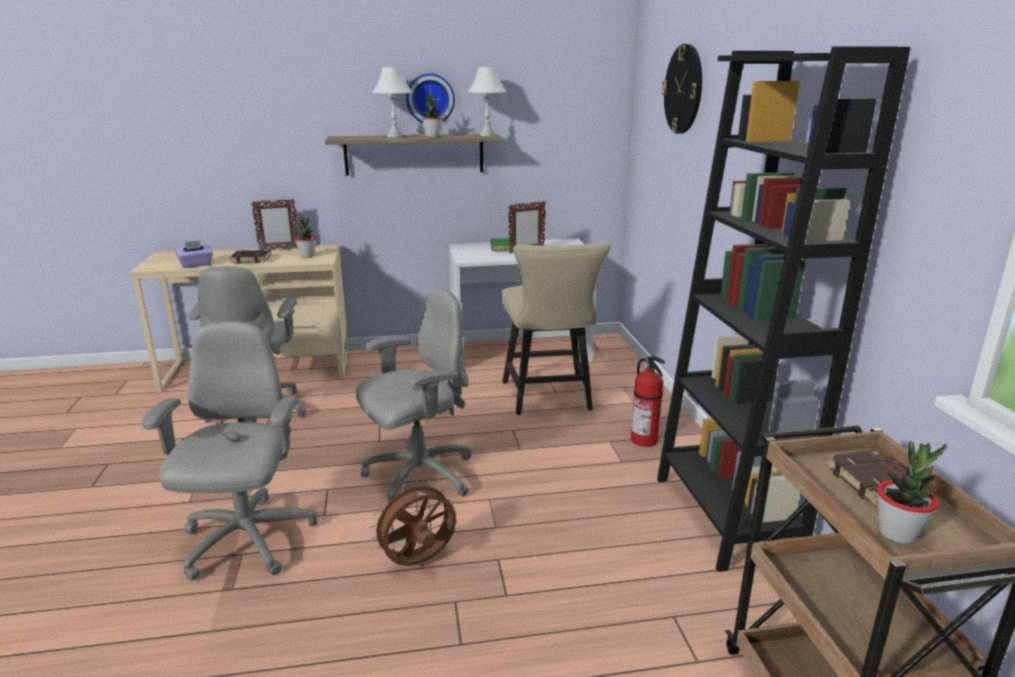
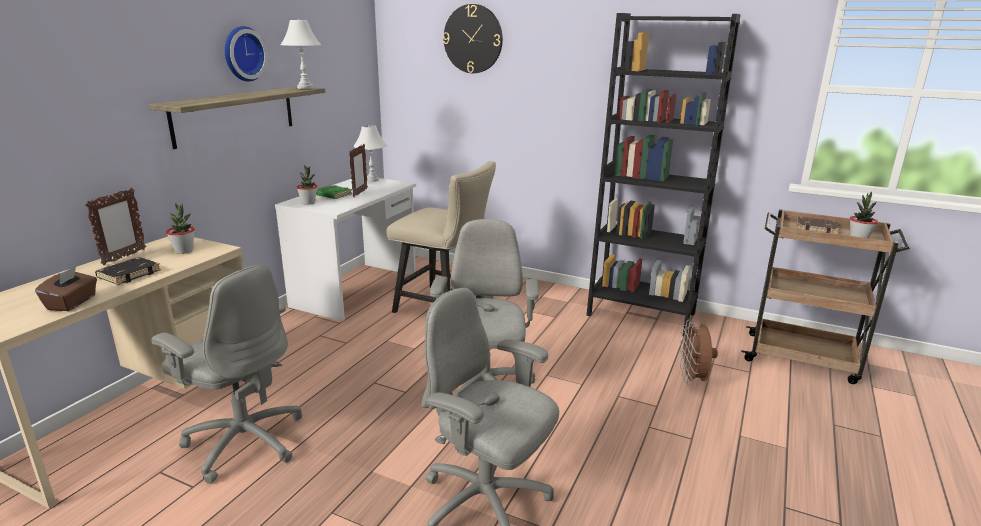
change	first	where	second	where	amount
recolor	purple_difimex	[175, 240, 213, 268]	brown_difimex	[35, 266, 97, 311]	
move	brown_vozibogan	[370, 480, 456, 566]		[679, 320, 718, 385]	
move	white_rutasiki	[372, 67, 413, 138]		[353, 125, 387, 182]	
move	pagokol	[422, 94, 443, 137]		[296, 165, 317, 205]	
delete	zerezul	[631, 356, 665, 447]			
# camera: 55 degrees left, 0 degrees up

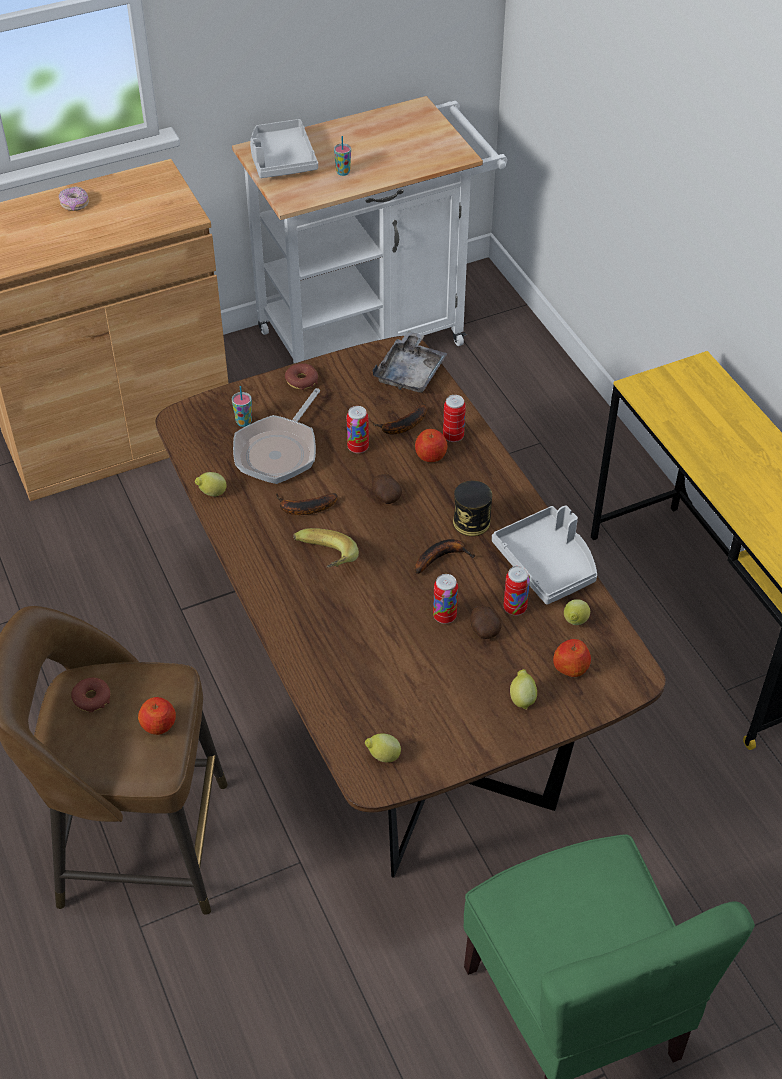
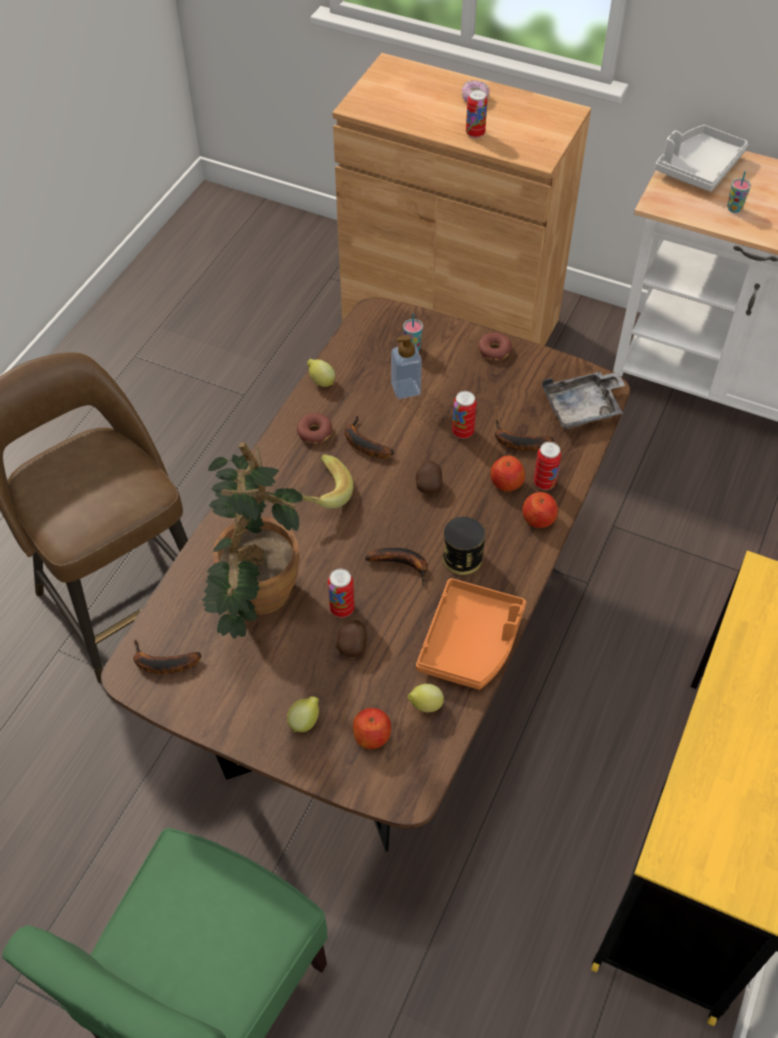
change	first	where	second	where	amount
move	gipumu	[71, 678, 110, 713]		[297, 413, 333, 445]	
move	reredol	[138, 697, 176, 735]		[522, 492, 558, 528]	
replace	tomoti	[233, 388, 320, 484]	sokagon	[391, 335, 422, 399]	
replace	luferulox	[365, 734, 401, 762]	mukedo	[134, 639, 201, 674]	
recolor	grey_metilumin	[492, 505, 597, 605]	orange_metilumin	[416, 578, 526, 690]	
move	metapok	[503, 566, 530, 616]		[466, 90, 488, 138]	
insert			pagokol	[202, 442, 302, 639]	
# camera: 50 degrees right, 5 degrees up

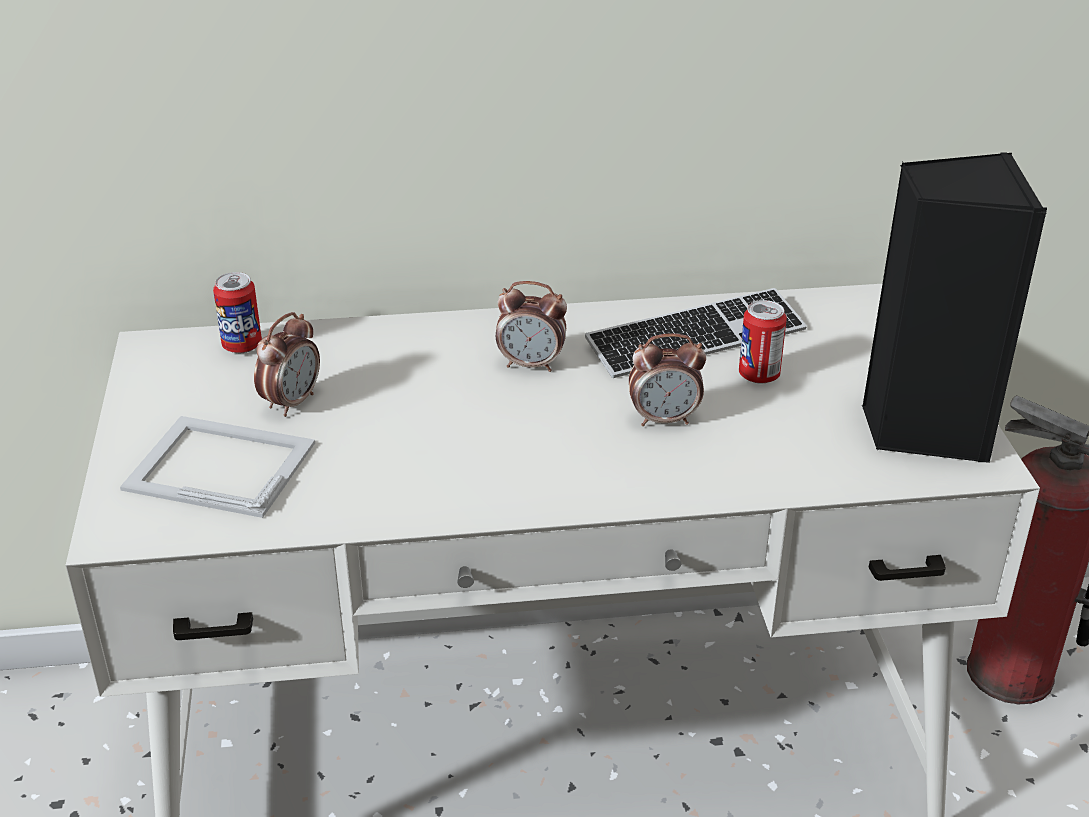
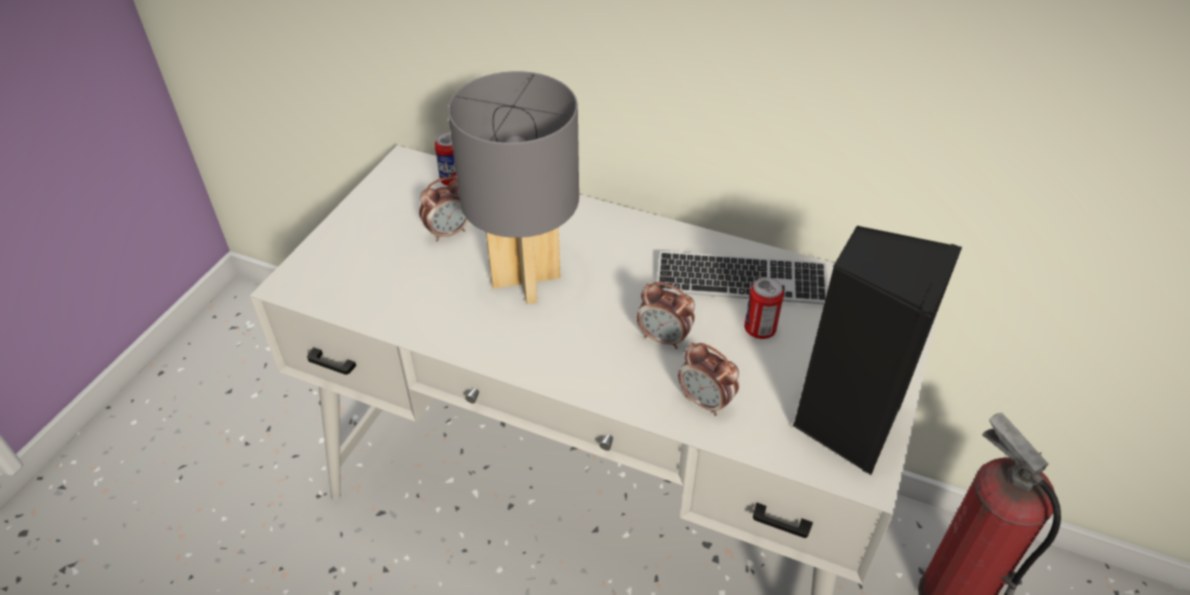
change	first	where	second	where	amount
delete	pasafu	[120, 416, 315, 518]			
move	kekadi	[496, 281, 567, 372]		[678, 343, 739, 416]	
insert			grey_rutasiki	[448, 71, 579, 304]	
# camera: 30 degrees right, 10 degrees up

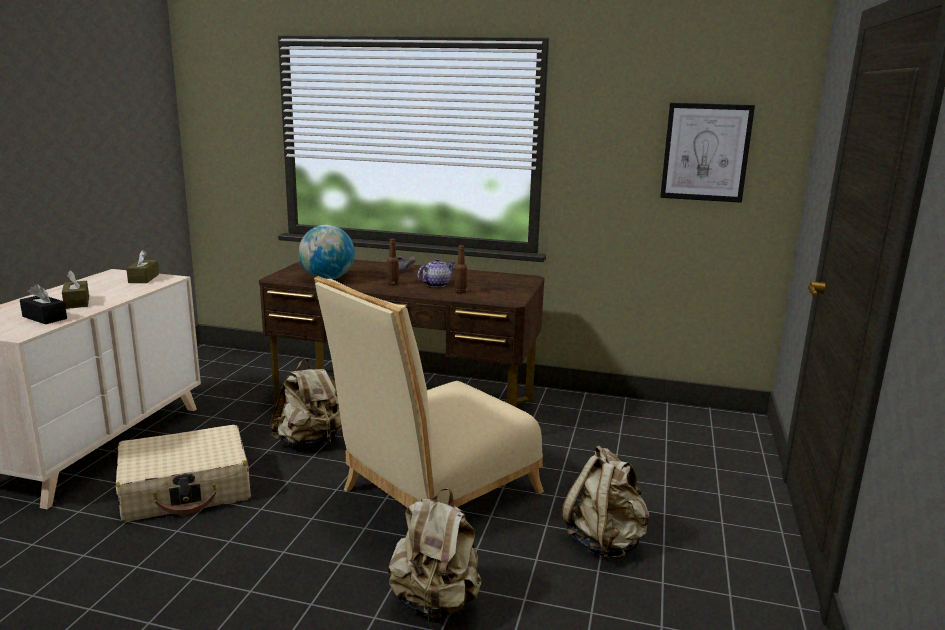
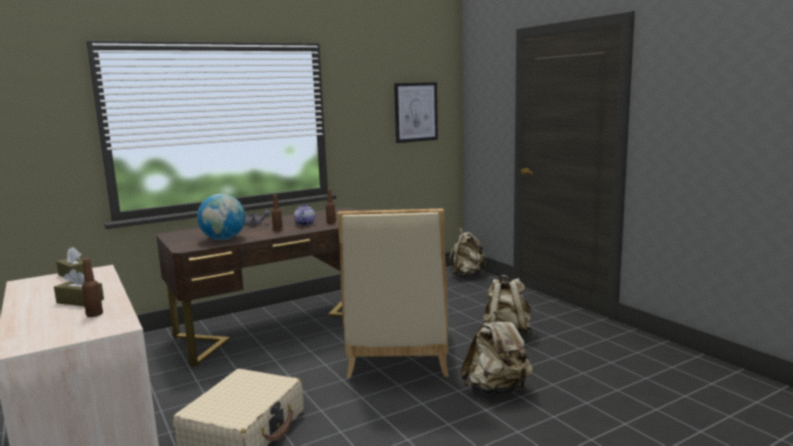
change	first	where	second	where	amount
replace	black_difimex	[20, 284, 67, 324]	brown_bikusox	[82, 258, 103, 317]	
move	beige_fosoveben	[270, 359, 342, 447]		[450, 228, 486, 277]	
# camera: 45 degrees left, 5 degrees down

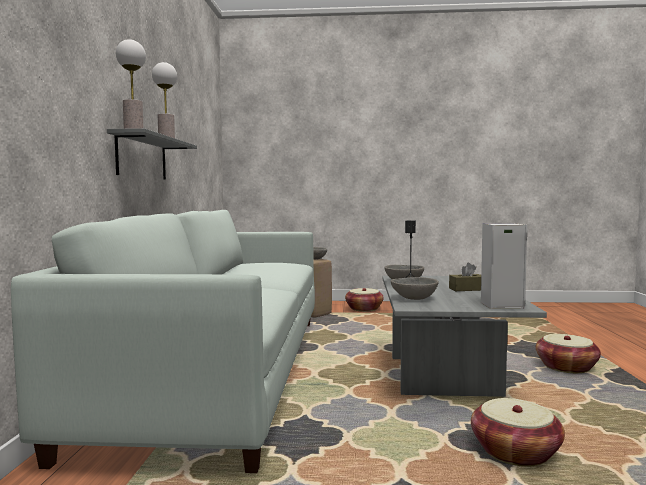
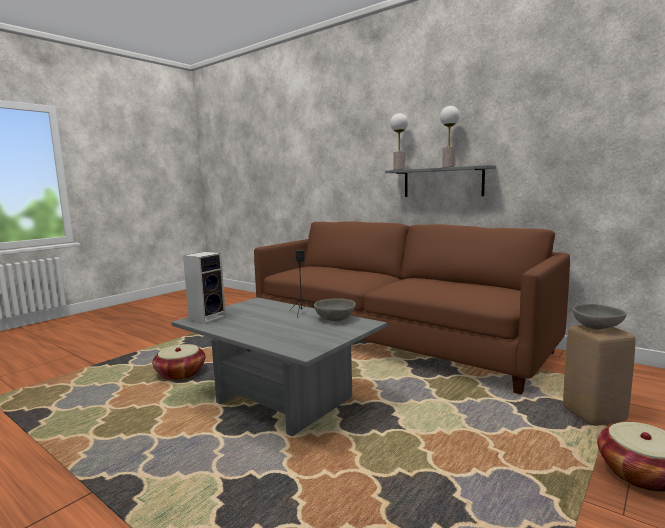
change	first	where	second	where	amount
recolor	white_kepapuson	[11, 210, 315, 473]	brown_kepapuson	[254, 222, 570, 395]	
delete	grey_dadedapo	[391, 277, 439, 300]			
delete	brown_difimex	[449, 263, 481, 291]			
delete	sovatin	[536, 334, 601, 373]			
# camera: 125 degrees right, 5 degrees up

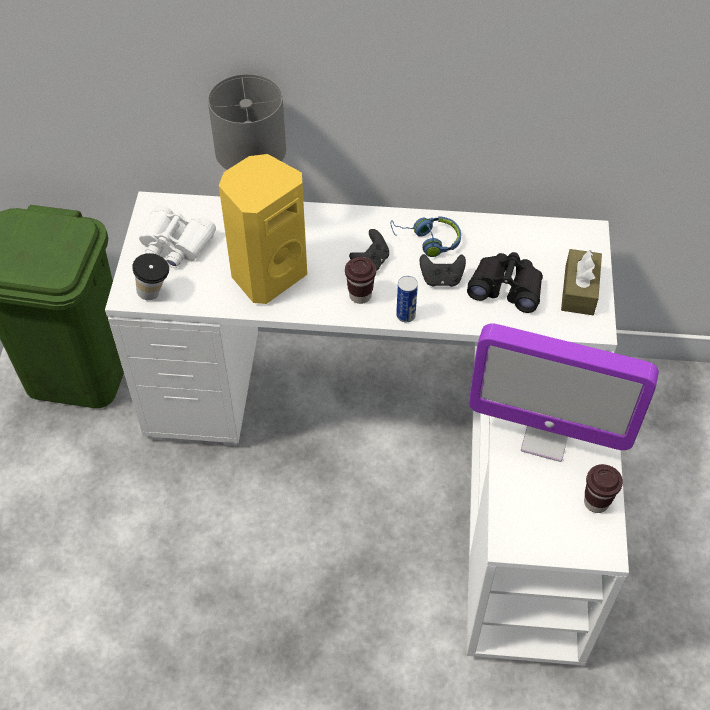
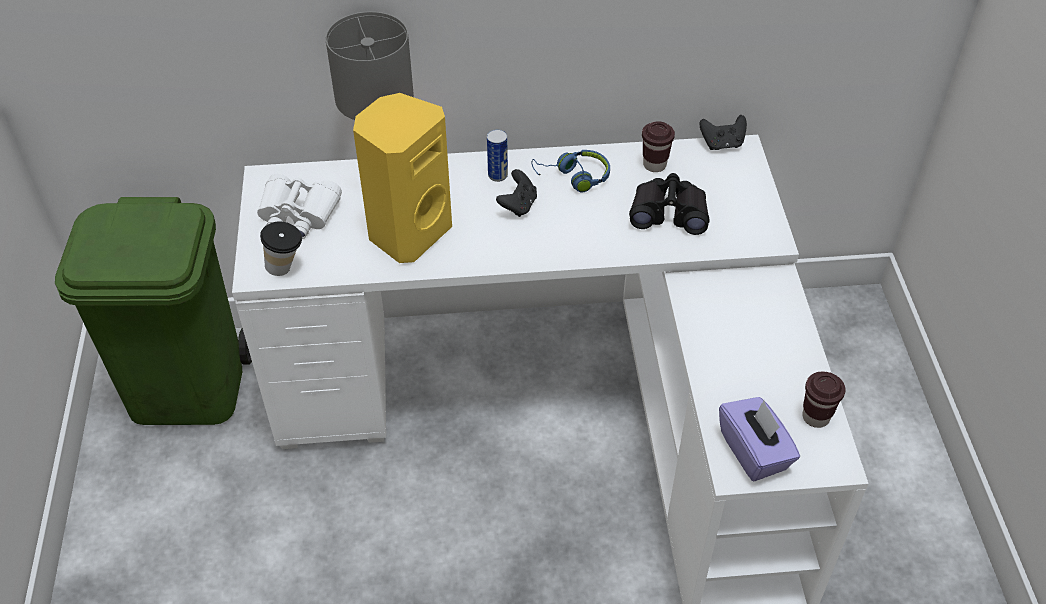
change	first	where	second	where	amount
move	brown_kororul	[345, 257, 376, 304]		[642, 121, 675, 172]	
move	metapok	[396, 276, 418, 322]		[487, 129, 508, 182]	
move	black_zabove	[420, 254, 466, 287]		[700, 115, 747, 150]	
delete	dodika	[469, 323, 659, 462]			
delete	brown_difimex	[561, 249, 602, 315]			
insert			purple_difimex	[719, 397, 800, 481]	
# camera: 10 degrees left, 5 degrees down

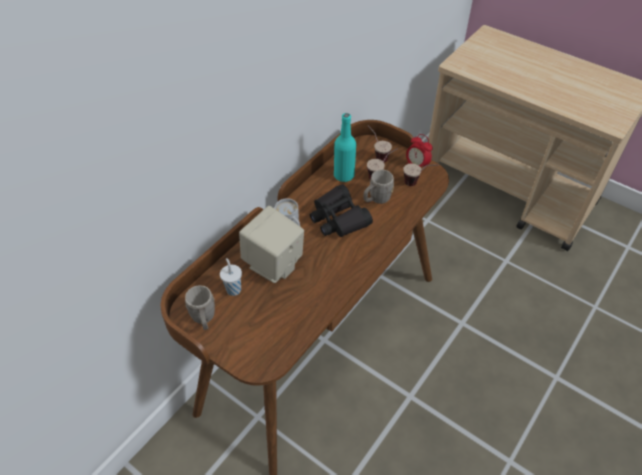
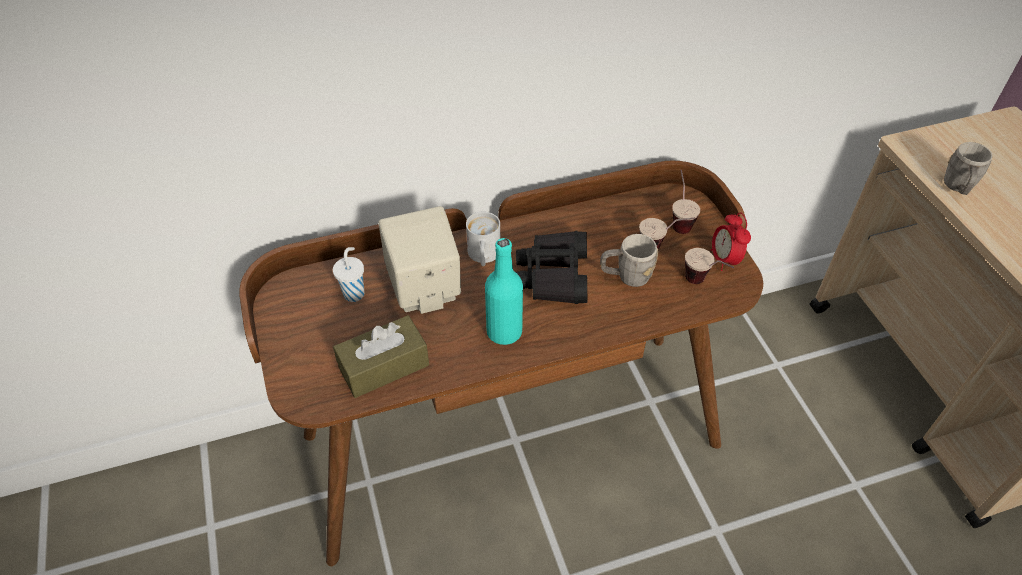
change	first	where	second	where	amount
move	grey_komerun	[185, 285, 215, 330]		[944, 142, 993, 195]	
move	turquoise_bikusox	[334, 113, 356, 182]		[485, 238, 523, 345]	
insert			brown_difimex	[333, 315, 429, 398]	
# camera: 35 degrees right, 0 degrees up

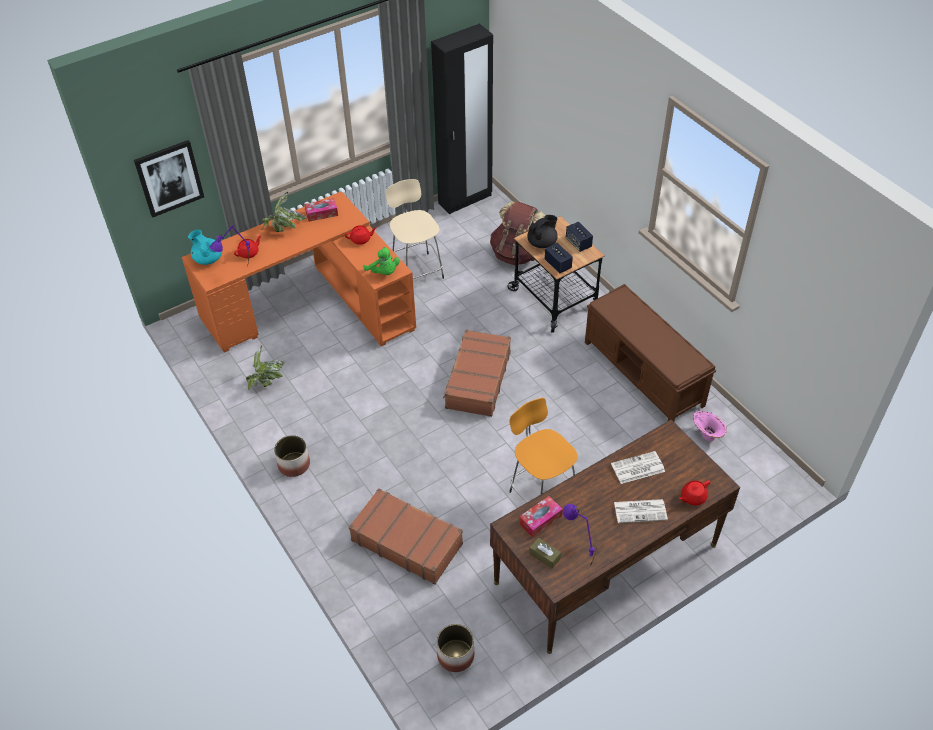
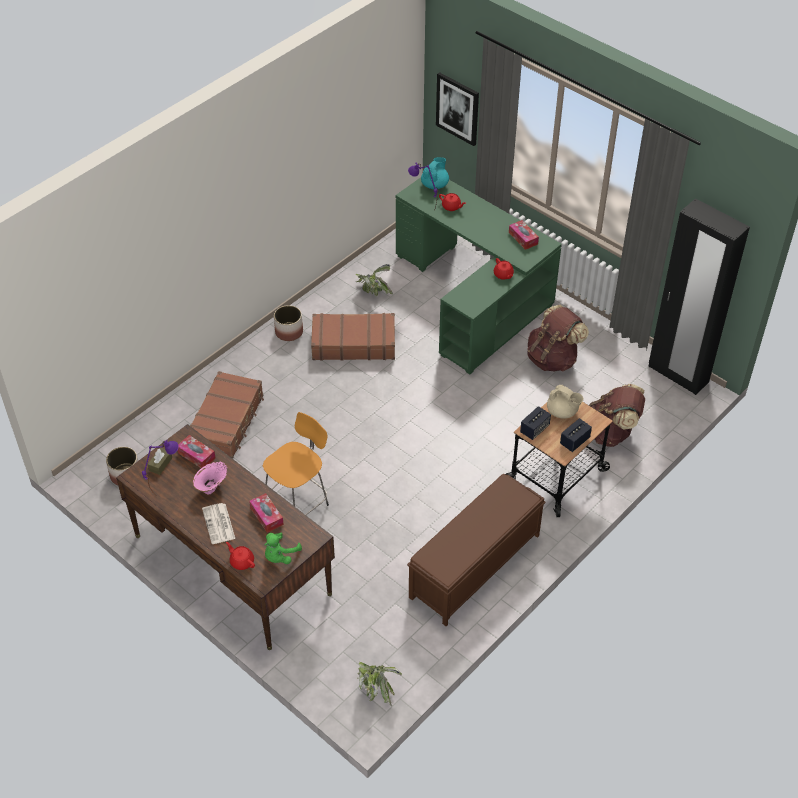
change	first	where	second	where	amount
recolor	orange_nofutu	[182, 191, 416, 353]	green_nofutu	[396, 177, 562, 374]	
move	pagokol	[262, 191, 306, 232]		[358, 662, 402, 706]	
move	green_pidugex	[364, 247, 400, 275]		[265, 533, 302, 564]	
replace	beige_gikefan	[386, 179, 444, 279]	brown_fosoveben	[527, 305, 589, 372]	
move	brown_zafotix	[443, 330, 511, 417]		[311, 313, 395, 361]	
recolor	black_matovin	[527, 215, 558, 248]	beige_matovin	[547, 385, 583, 419]	
replace	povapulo	[611, 451, 665, 484]	difimex	[249, 493, 284, 533]	
move	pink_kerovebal	[693, 411, 727, 441]		[193, 462, 227, 495]	
# camera: 75 degrees right, 0 degrees up

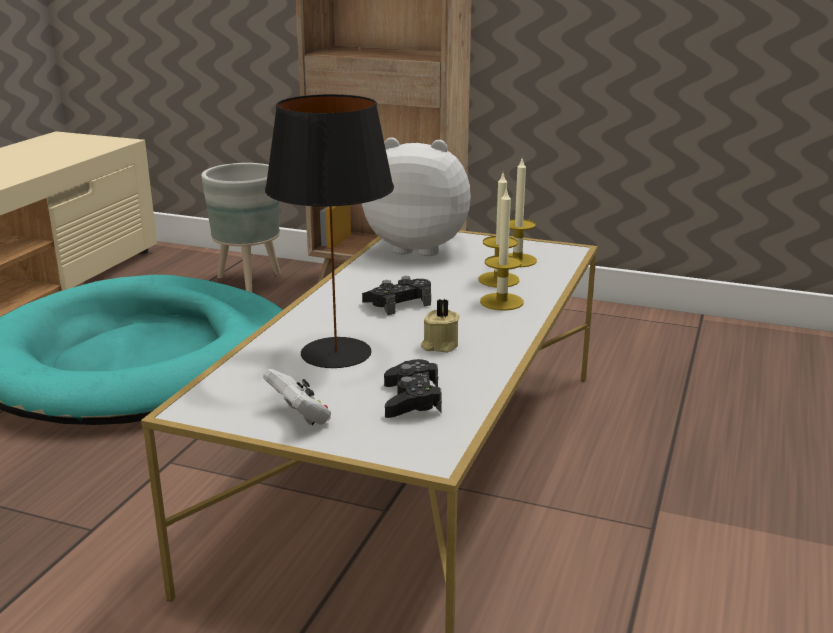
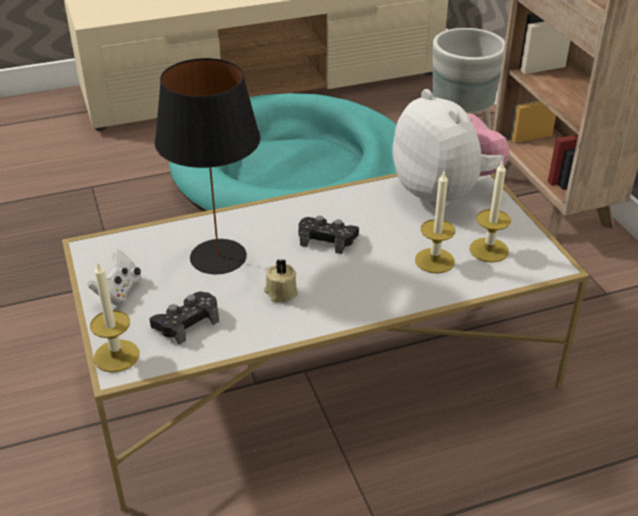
change	first	where	second	where	amount
move	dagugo	[480, 187, 524, 311]		[90, 263, 139, 372]	
# camera: 50 degrees right, 15 degrees up

